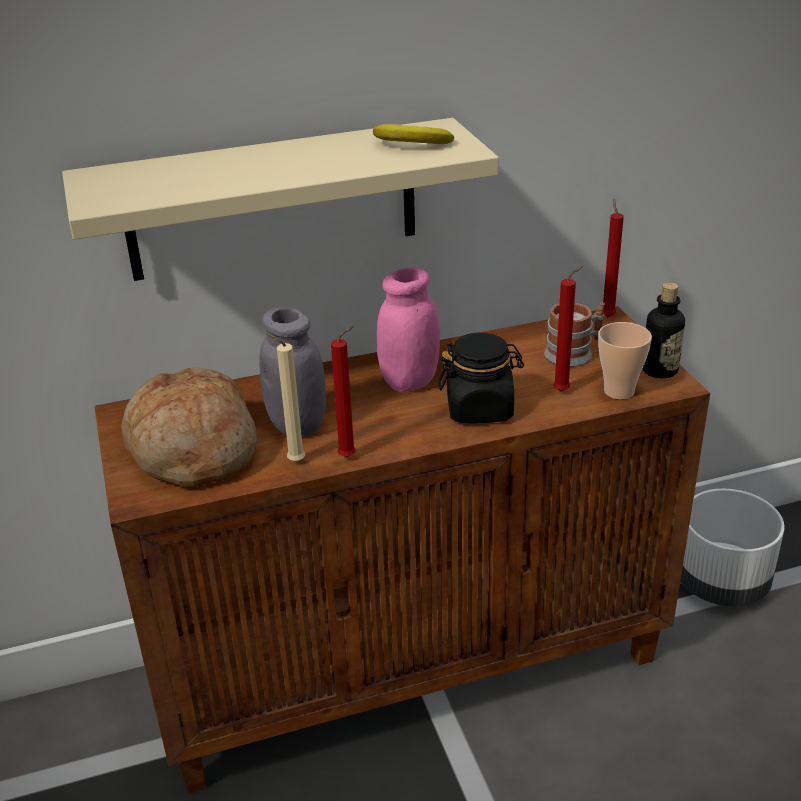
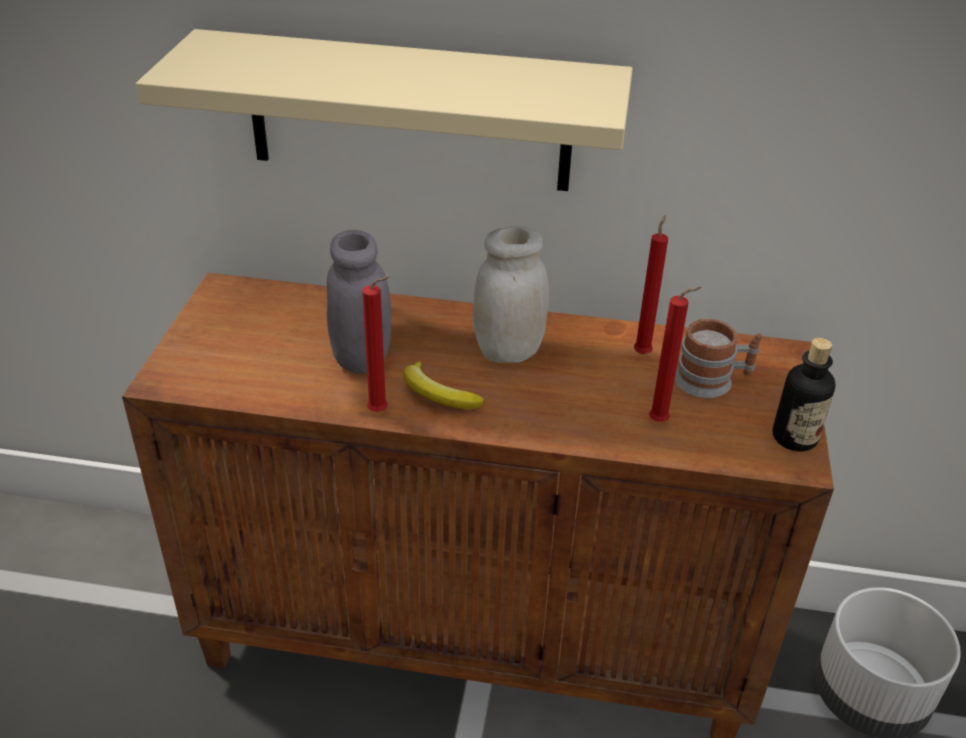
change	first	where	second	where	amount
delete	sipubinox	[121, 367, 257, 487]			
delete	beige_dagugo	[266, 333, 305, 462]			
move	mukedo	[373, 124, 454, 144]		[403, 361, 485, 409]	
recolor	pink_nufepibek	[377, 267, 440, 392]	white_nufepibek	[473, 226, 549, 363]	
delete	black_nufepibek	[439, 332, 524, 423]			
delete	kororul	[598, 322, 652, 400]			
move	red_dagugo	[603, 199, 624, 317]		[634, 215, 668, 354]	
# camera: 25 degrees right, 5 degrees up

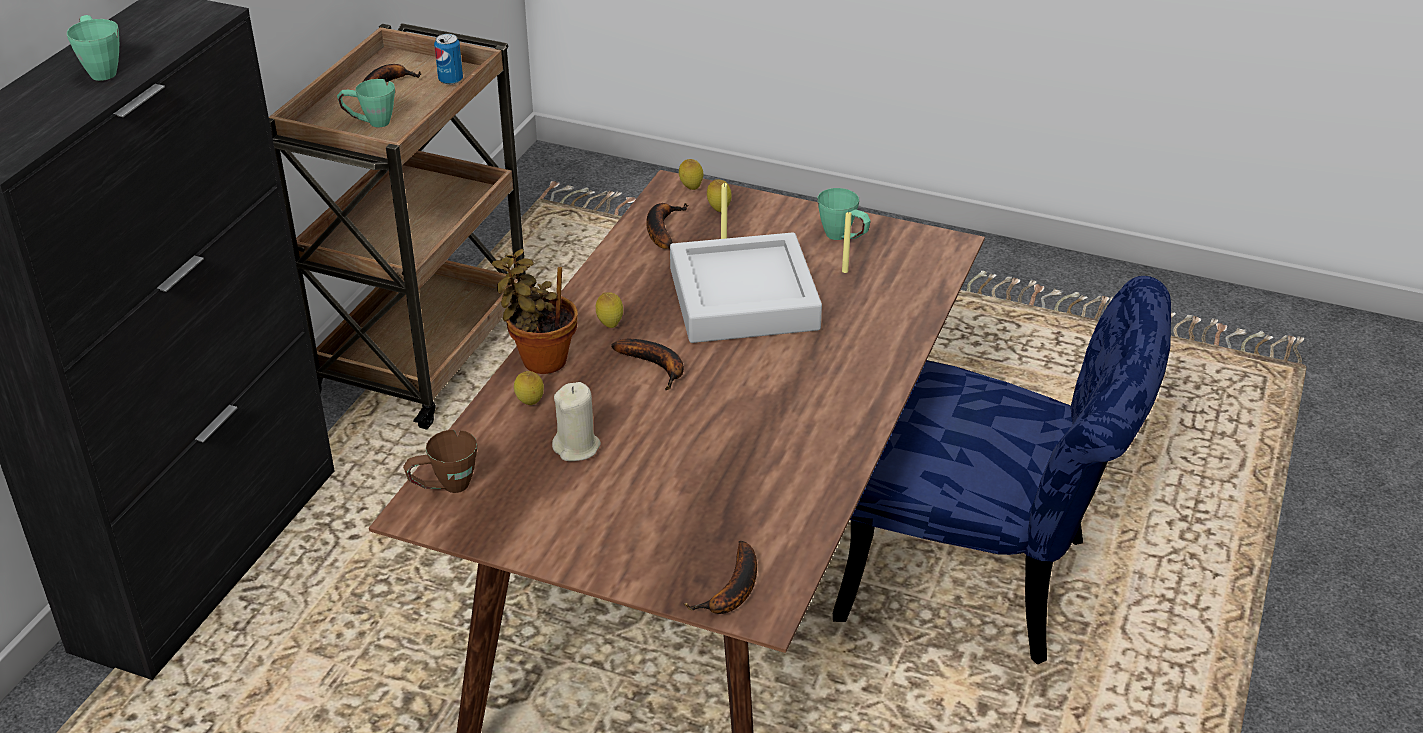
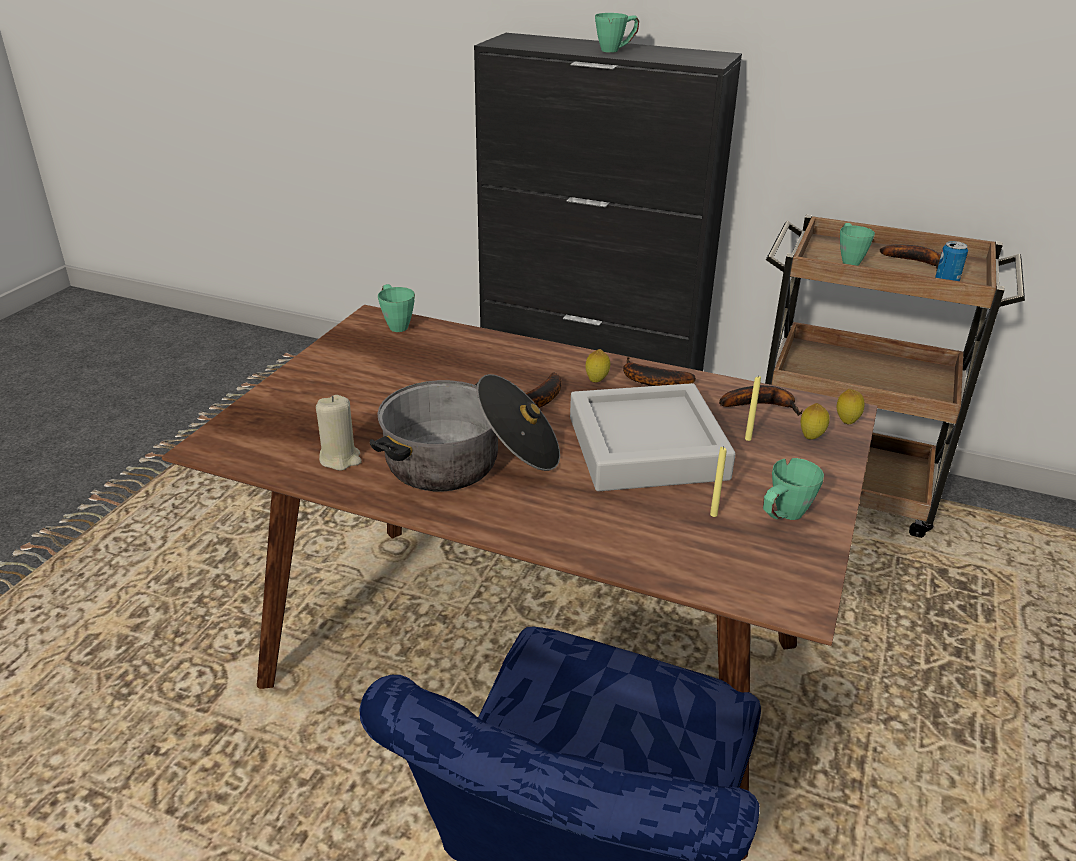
change	first	where	second	where	amount
recolor	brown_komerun	[403, 430, 478, 493]	green_komerun	[378, 284, 415, 332]	
delete	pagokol	[492, 249, 578, 374]			
delete	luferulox	[514, 371, 544, 405]			
move	beige_dagugo	[552, 382, 601, 461]		[316, 395, 362, 471]	
move	mukedo	[684, 541, 757, 614]		[623, 357, 696, 386]	
insert			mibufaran	[370, 374, 560, 492]	
# camera: 90 degrees right, 5 degrees down

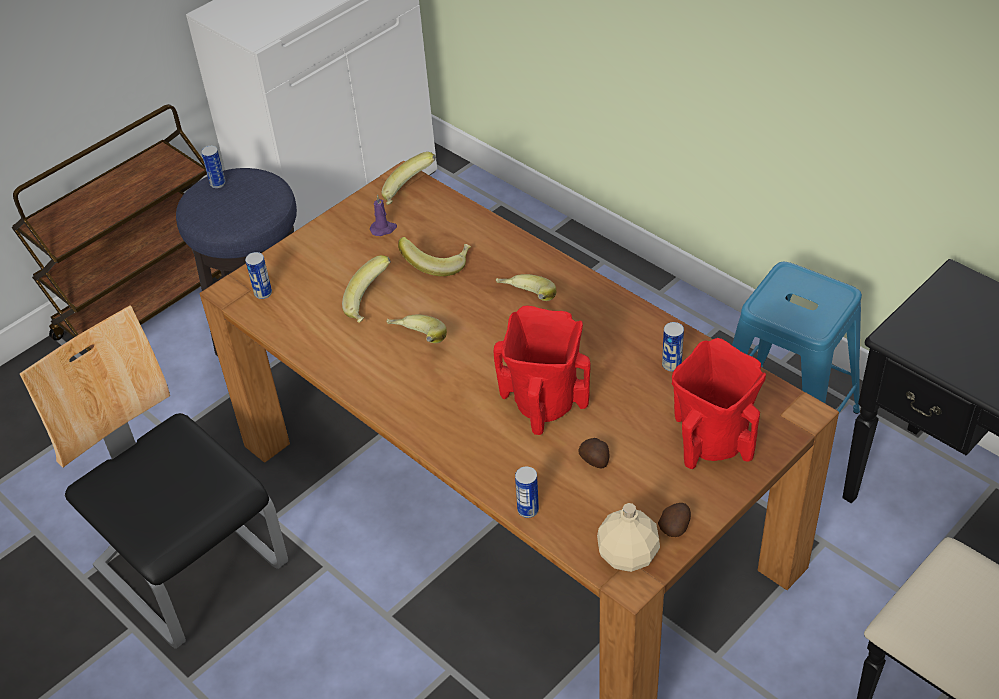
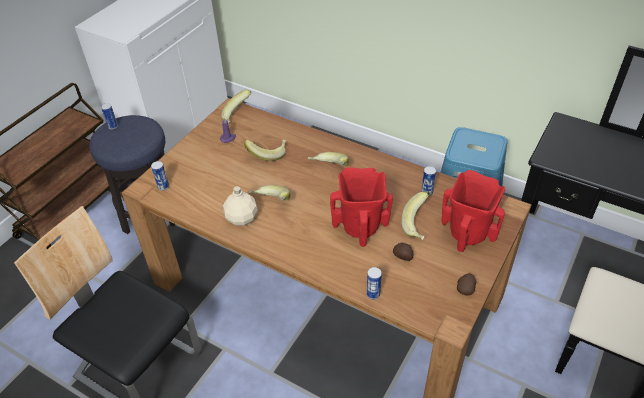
change	first	where	second	where	amount
move	mukedo	[342, 255, 391, 323]		[401, 192, 429, 240]	
move	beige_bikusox	[597, 503, 660, 572]		[223, 186, 258, 226]	
# camera: 15 degrees left, 0 degrees up

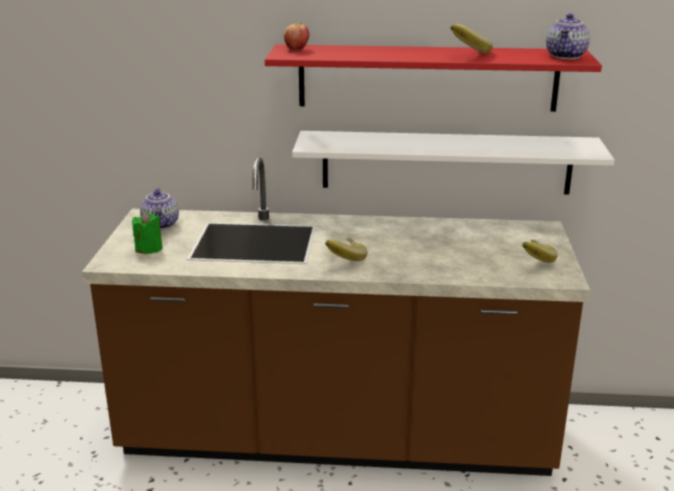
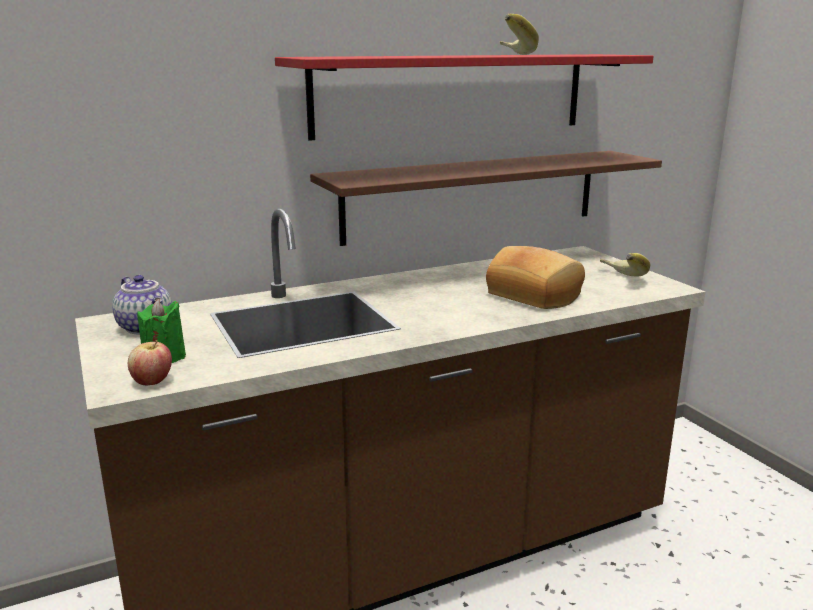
change	first	where	second	where	amount
move	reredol	[284, 22, 309, 50]		[128, 340, 172, 385]	
recolor	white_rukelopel	[292, 131, 615, 195]	brown_rukelopel	[310, 151, 662, 246]	
delete	mukedo	[325, 238, 368, 261]			
delete	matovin	[546, 14, 590, 59]			
insert			sipubinox	[486, 246, 585, 309]	
# camera: 30 degrees left, 5 degrees down

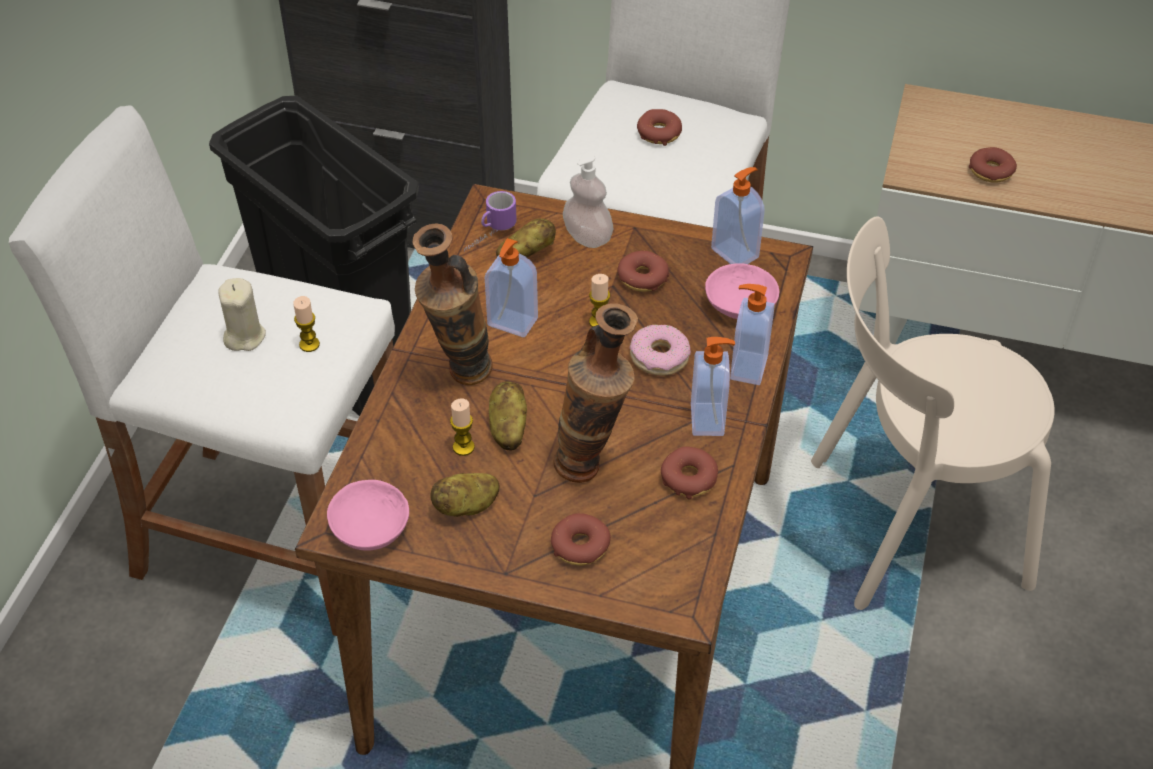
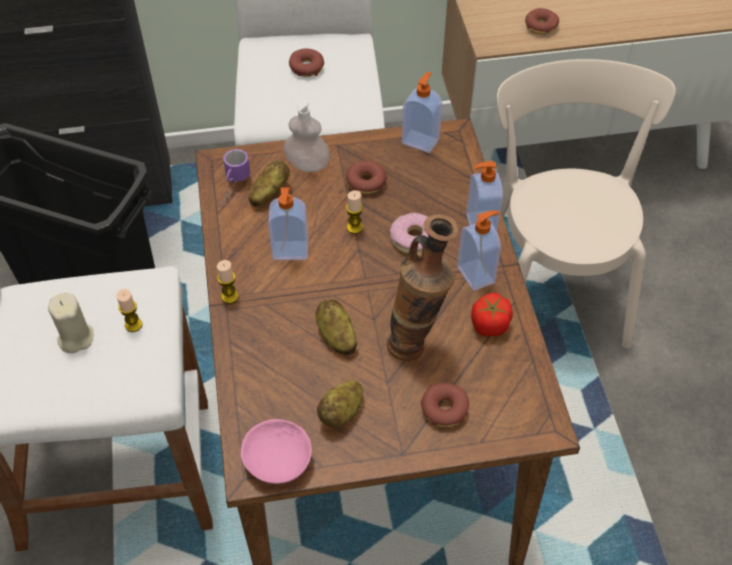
change	first	where	second	where	amount
delete	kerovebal	[413, 223, 493, 385]			
move	dagugo	[450, 398, 475, 456]		[217, 260, 239, 304]	
replace	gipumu	[661, 447, 718, 499]	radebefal	[471, 293, 513, 336]	
delete	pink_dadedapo	[705, 263, 779, 319]			
rotate	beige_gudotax	[811, 216, 1055, 610]		[497, 59, 676, 349]	120 degrees clockwise
# camera: 25 degrees left, 5 degrees up

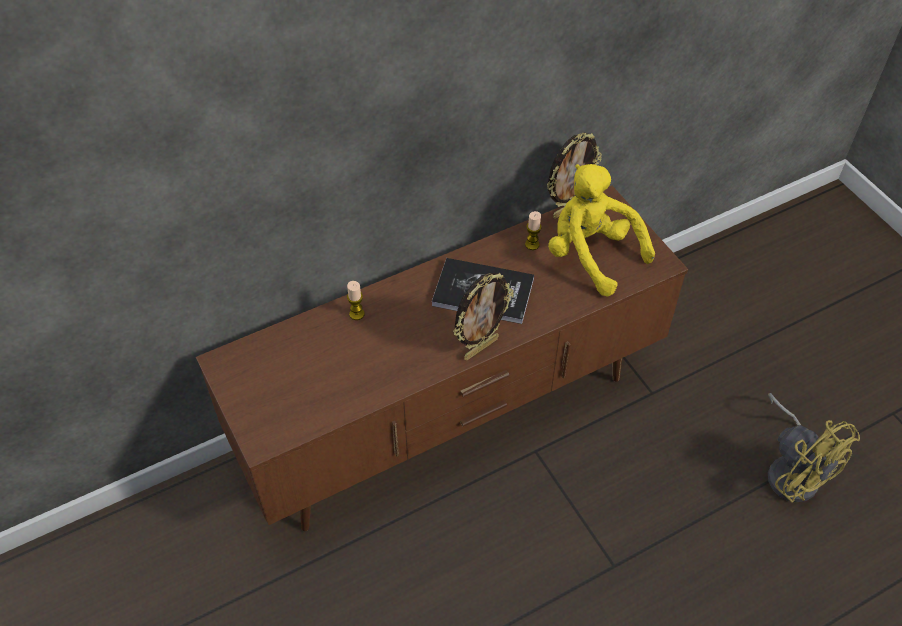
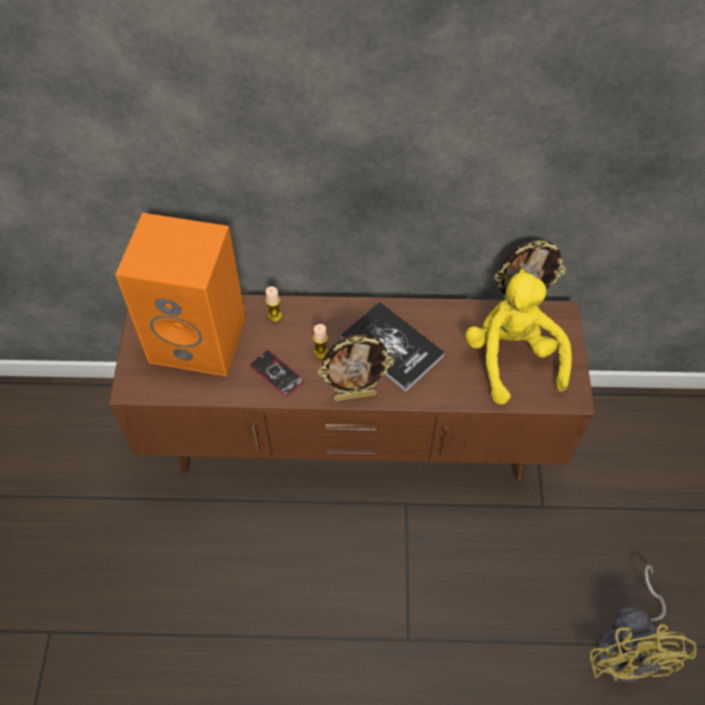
change	first	where	second	where	amount
move	dagugo	[525, 211, 542, 250]		[313, 324, 328, 359]	
insert			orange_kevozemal	[115, 213, 246, 376]	
insert			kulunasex	[250, 350, 304, 397]	
# camera: 30 degrees right, 5 degrees up

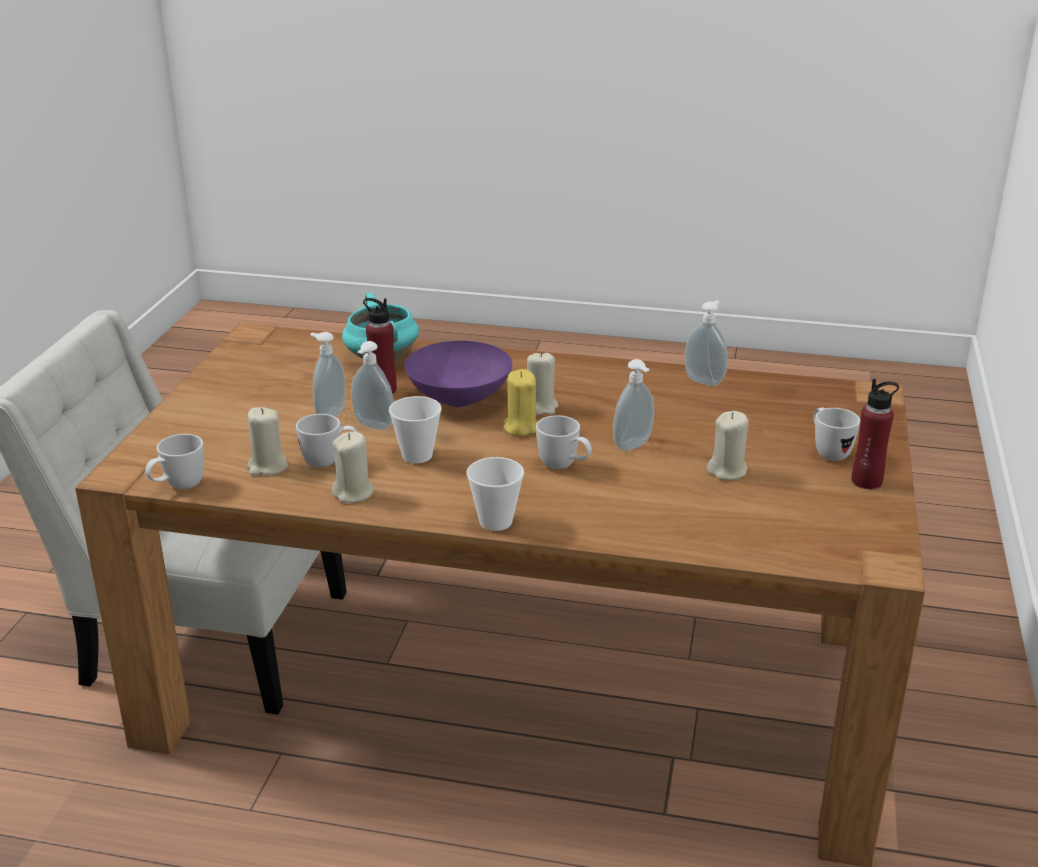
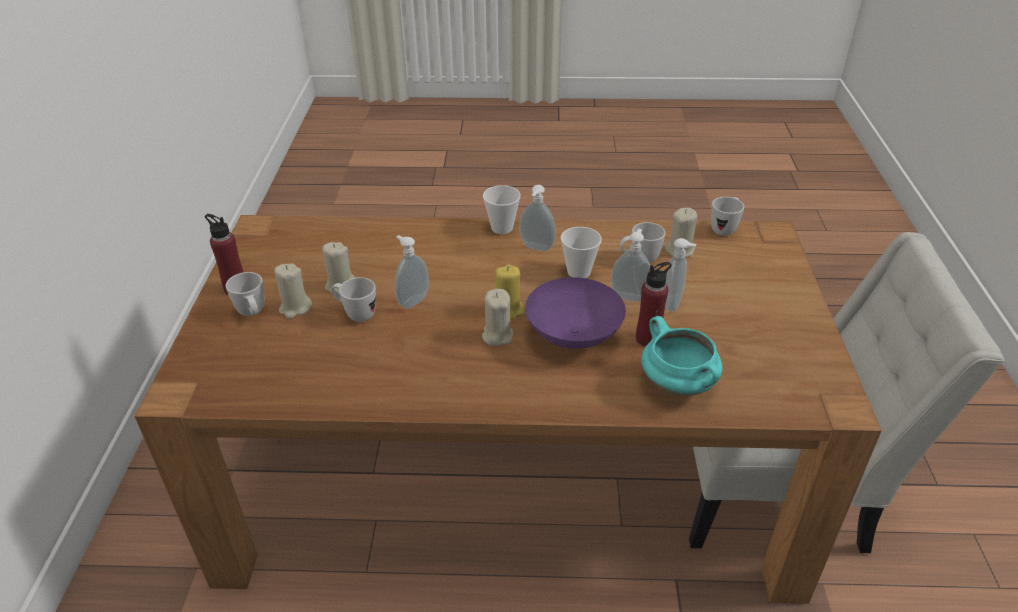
change	first	where	second	where	amount
move	beige_dagugo	[332, 431, 375, 503]		[274, 263, 312, 319]	
move	white_komerun	[536, 415, 592, 469]		[331, 277, 376, 322]	
move	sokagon	[684, 300, 728, 386]		[519, 185, 556, 251]	
# camera: 170 degrees right, 10 degrees up

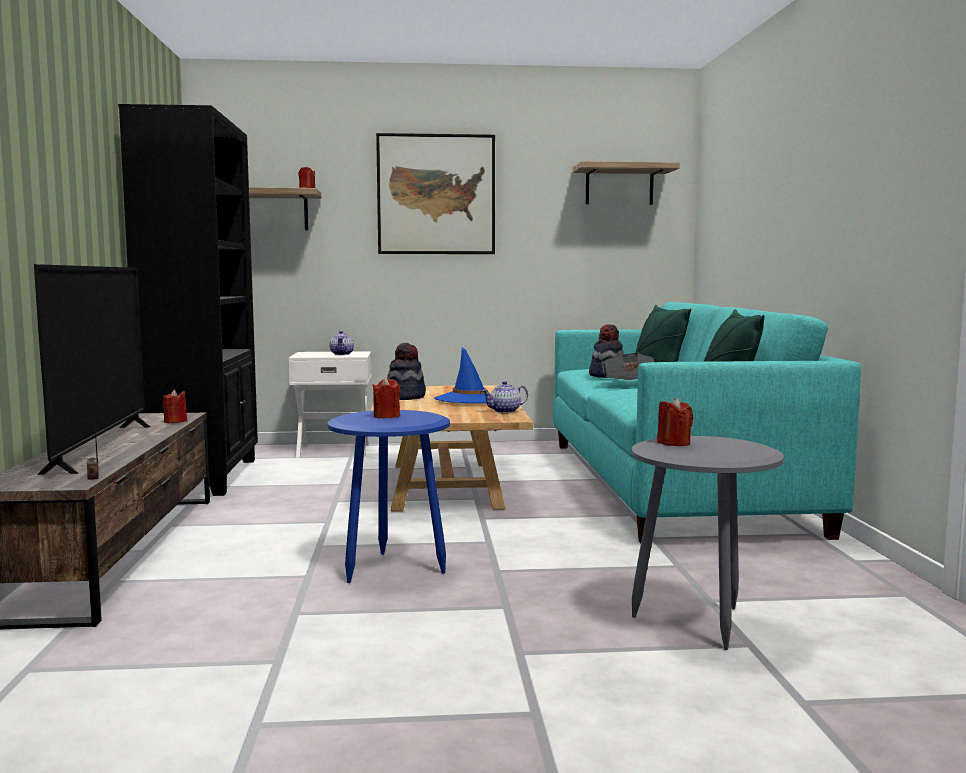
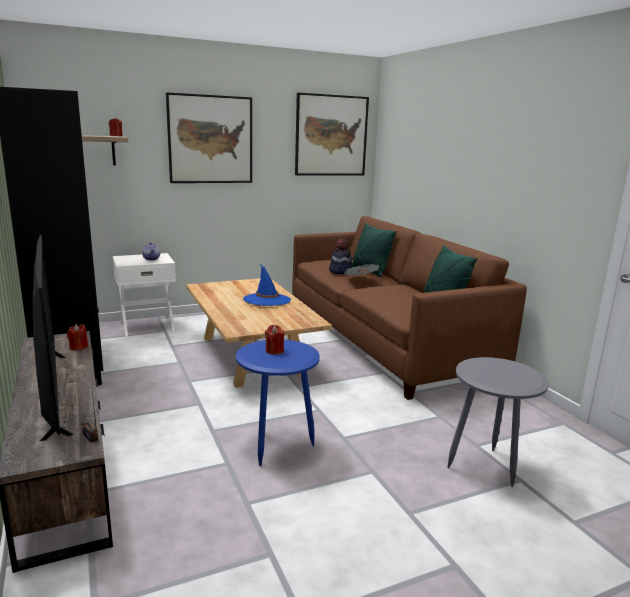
change	first	where	second	where	amount
delete	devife	[387, 343, 426, 400]			
delete	matovin	[482, 381, 528, 413]			
recolor	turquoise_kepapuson	[553, 302, 861, 543]	brown_kepapuson	[292, 216, 527, 400]	
replace	rukelopel	[573, 161, 680, 205]	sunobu	[295, 93, 369, 175]	
delete	red_dagugo	[657, 397, 693, 446]			
# camera: 20 degrees left, 10 degrees up

